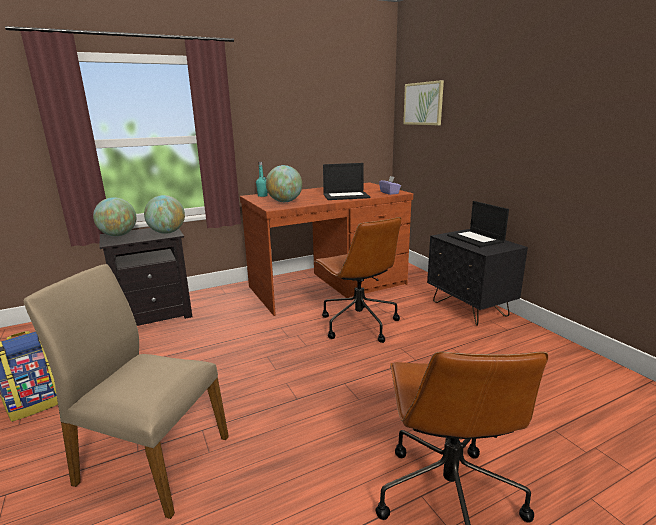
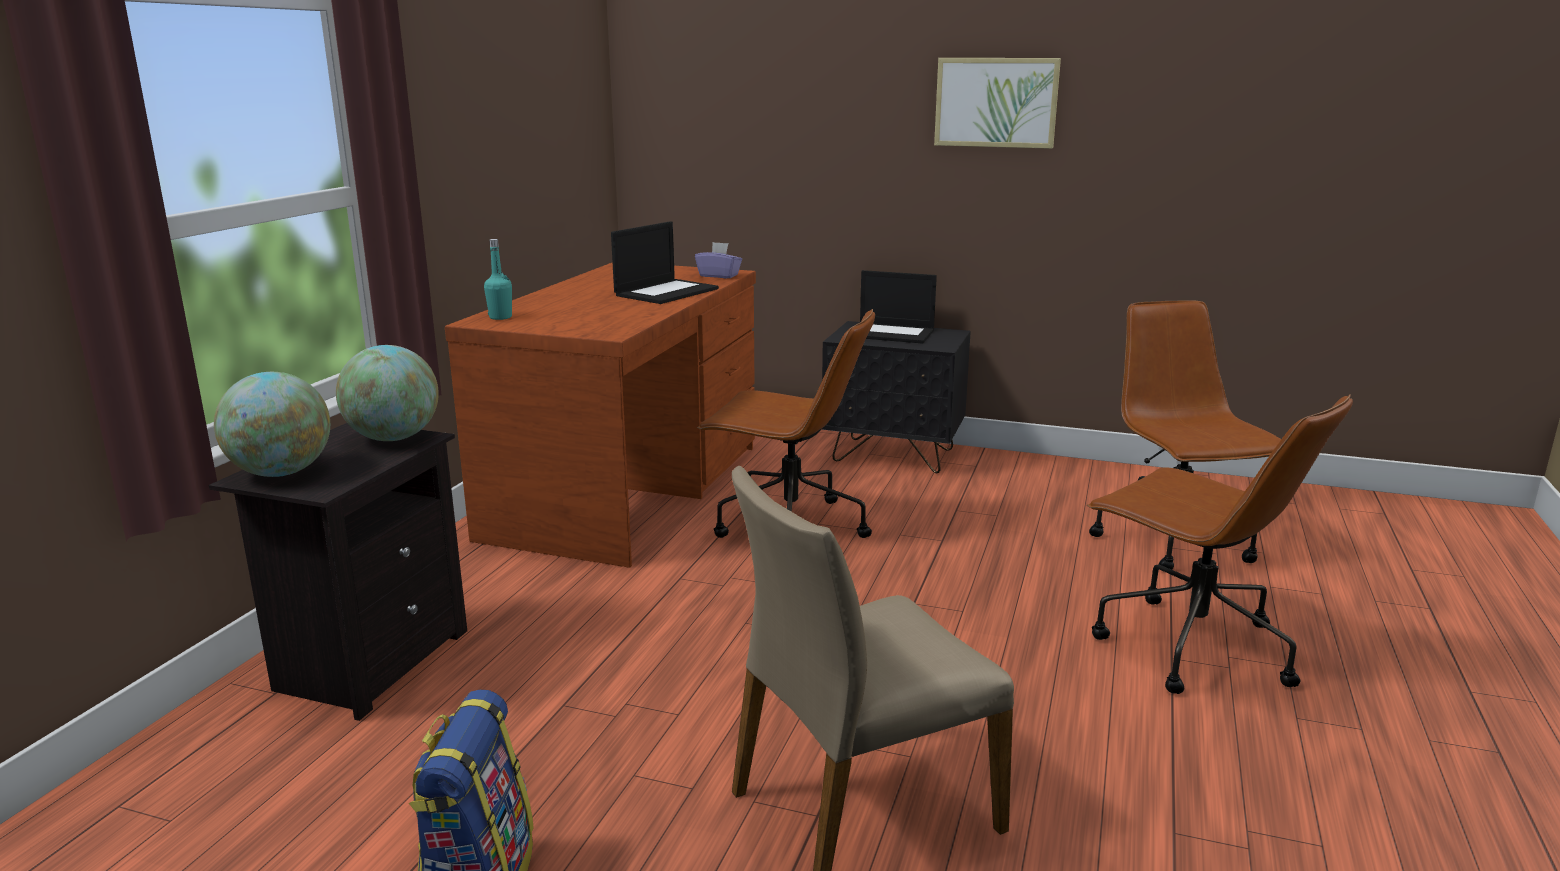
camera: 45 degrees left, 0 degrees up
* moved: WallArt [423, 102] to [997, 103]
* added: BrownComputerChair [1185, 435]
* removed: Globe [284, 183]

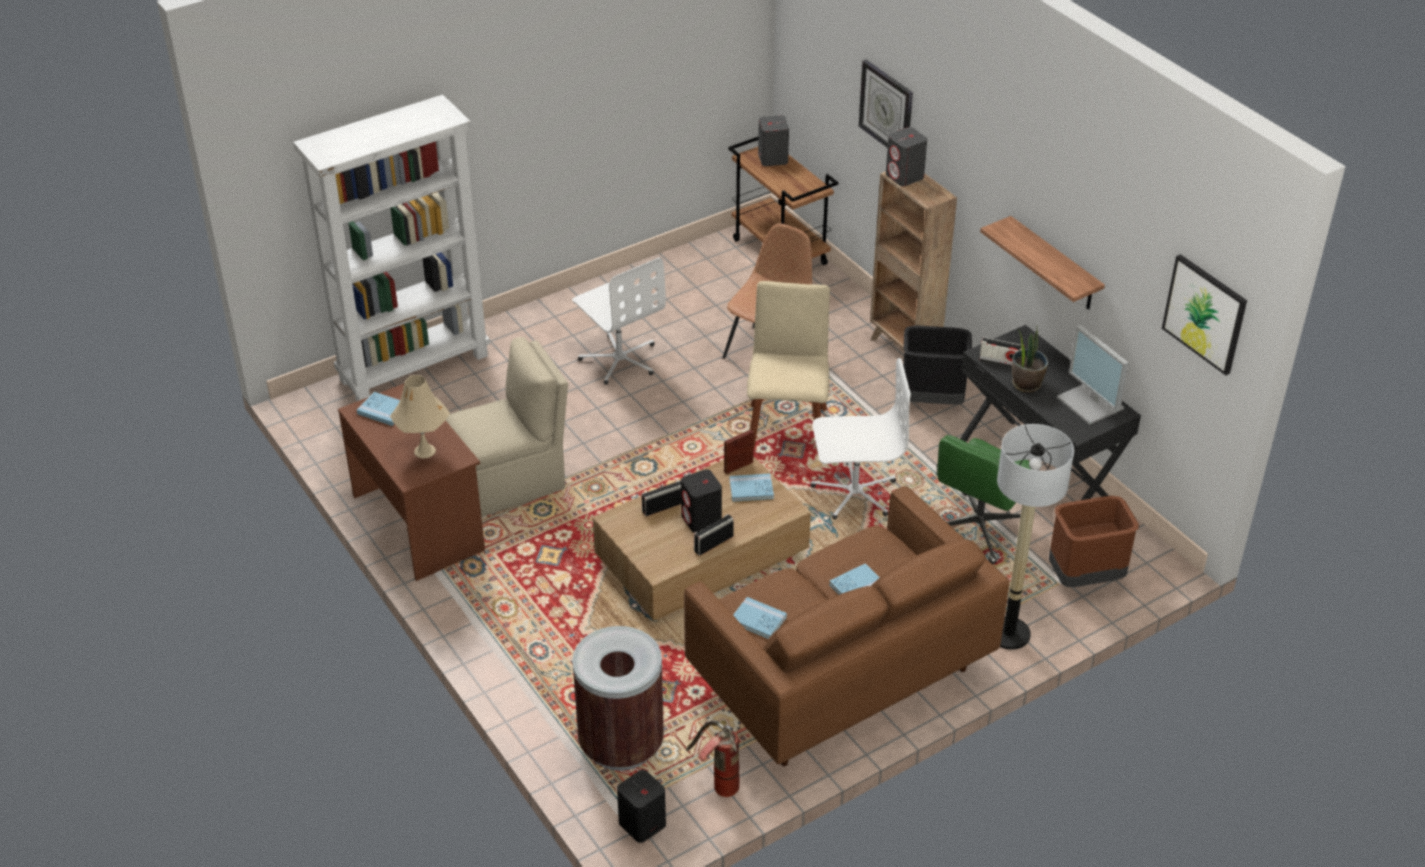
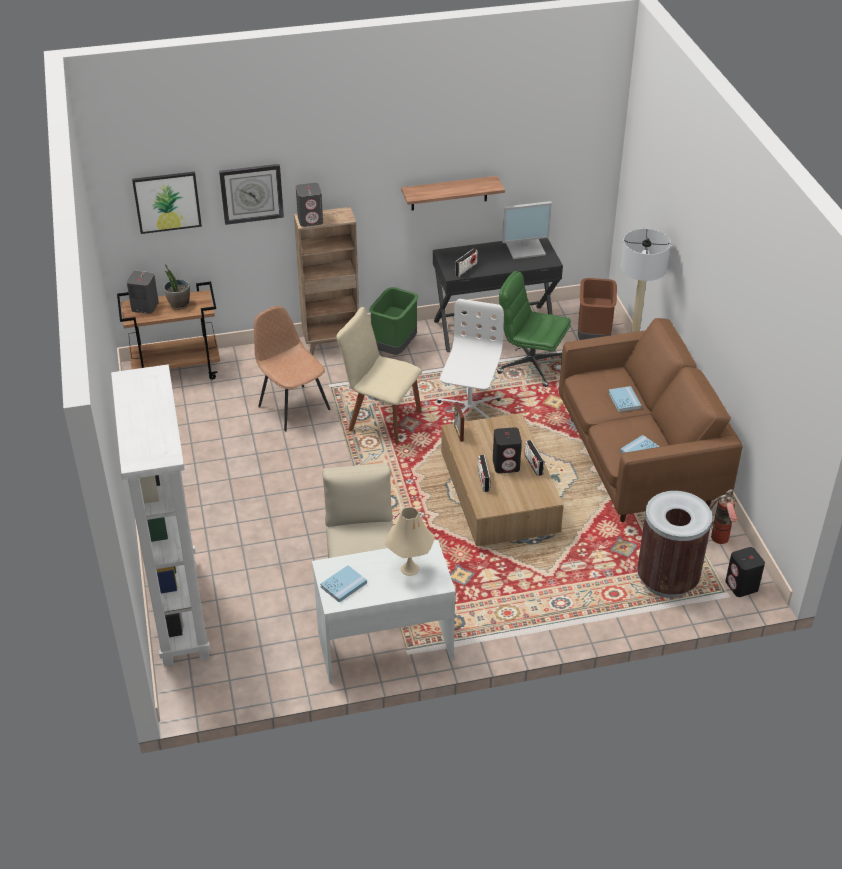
camera: 70 degrees left, 0 degrees up
* moved: WallArt [1204, 314] to [167, 203]
* moved: PlantInAPot [1030, 360] to [177, 287]
* recoloured: BrownDesk [411, 482] to WhiteColouredDesk [384, 611]
* recoloured: BlackTrashCan [937, 365] to GreenColouredTrashCan [393, 321]
* turned: GreenColouredComputerChair [984, 499] = [534, 329] 150 degrees clockwise
* removed: WhiteColouredComputerChair [619, 321]
* removed: BlueColouredBook [751, 488]

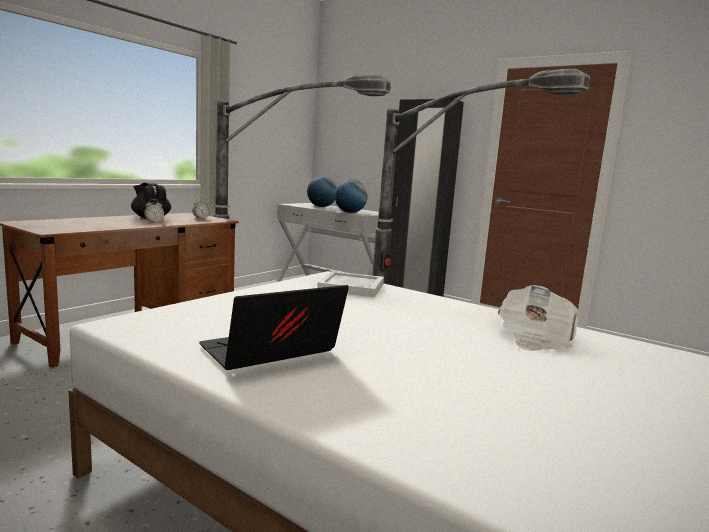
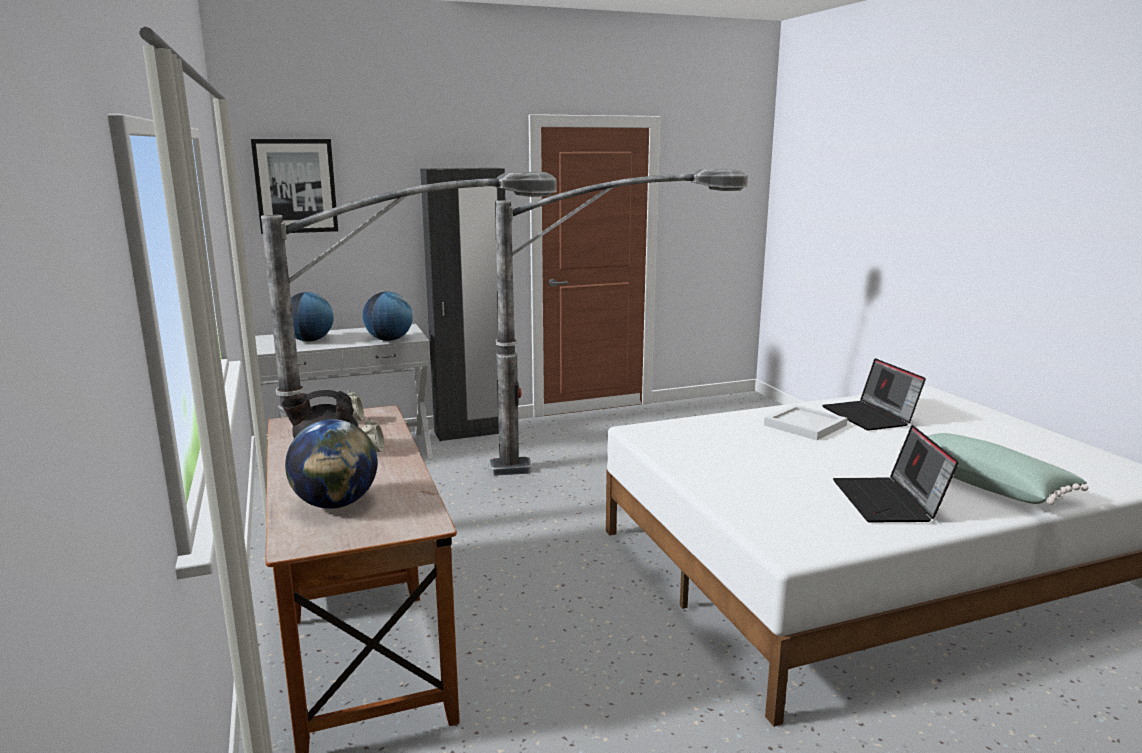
camera: 55 degrees left, 5 degrees up
* added: WallArt [294, 186]
* added: Globe [331, 464]
* moved: WhiteColouredTray [350, 284] to [805, 422]
* replaced: DailyPaper [539, 318] to NotebookComputer [874, 394]
* added: GreenColouredThrowPillow [994, 469]

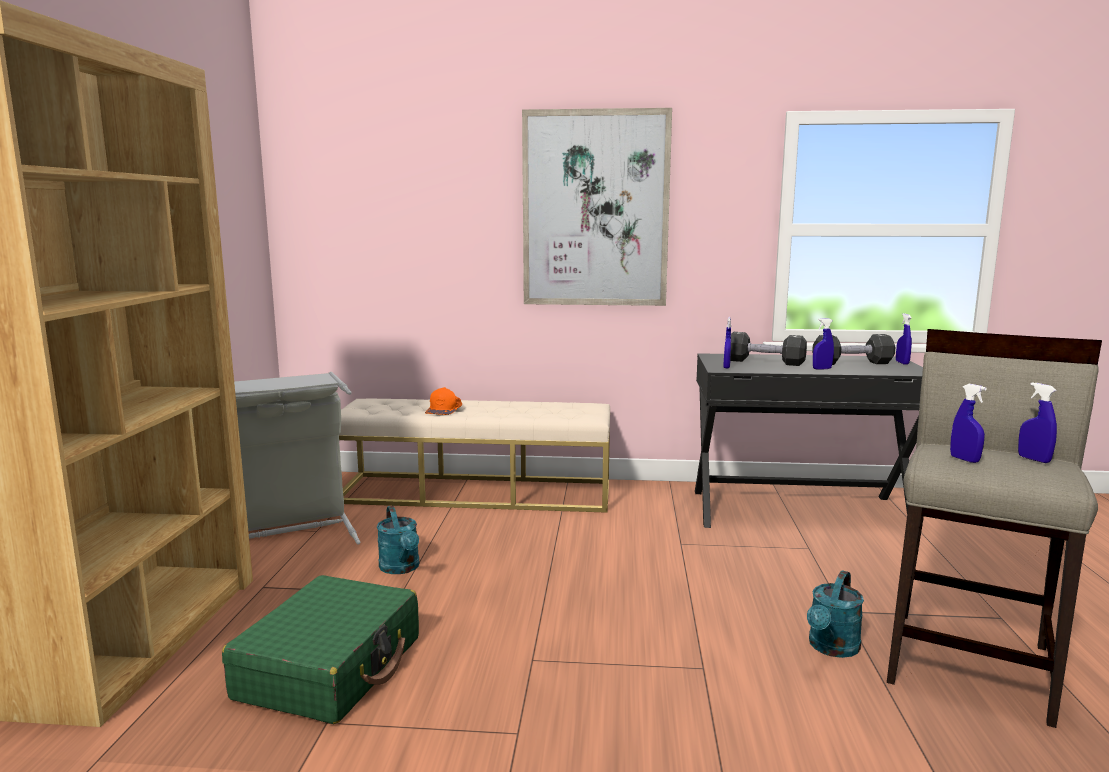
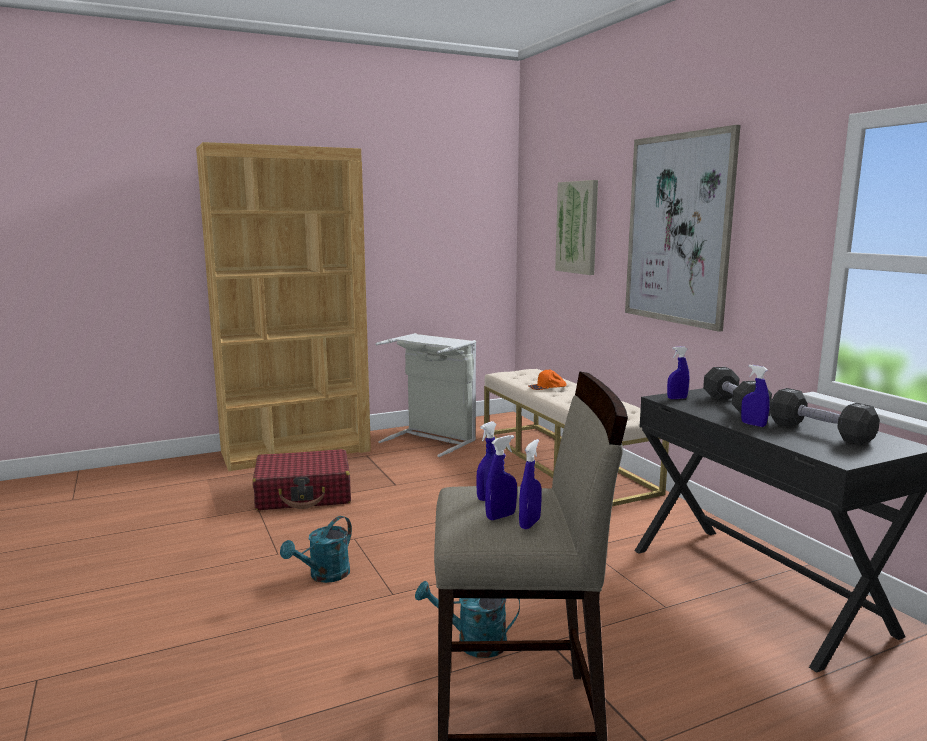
camera: 60 degrees right, 0 degrees up
* recoloured: GreenColouredPieceOfLuggage [320, 649] to ReddishPieceOfLuggage [302, 479]
* moved: TurquoiseColouredWateringPot [398, 540] to [316, 549]
* moved: BlueColouredSprayer [904, 339] to [501, 477]
* added: WallArt [576, 227]

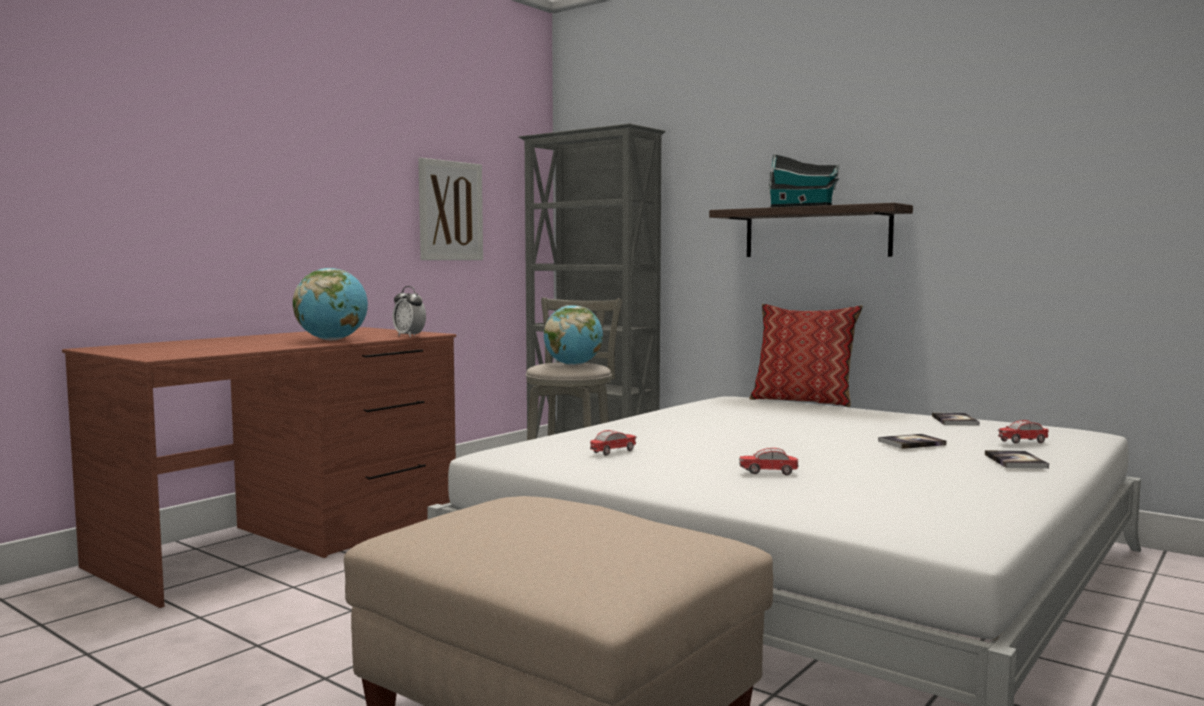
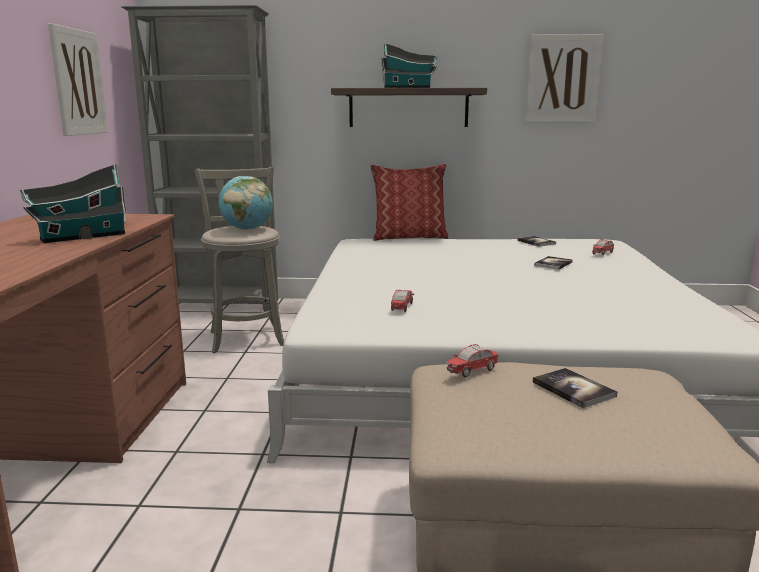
camera: 35 degrees left, 10 degrees up
* replaced: Globe [330, 304] to ToyHouse [73, 203]
* moved: ToyCar [768, 461] to [472, 360]
* added: WallArt [564, 78]
* moved: Book [1017, 459] to [575, 388]
* removed: BedsideClock [409, 311]

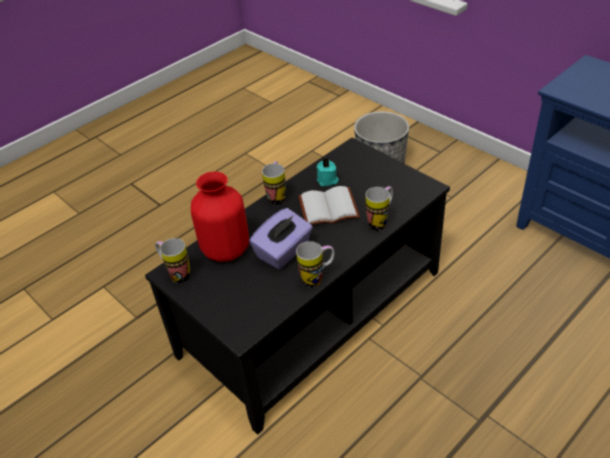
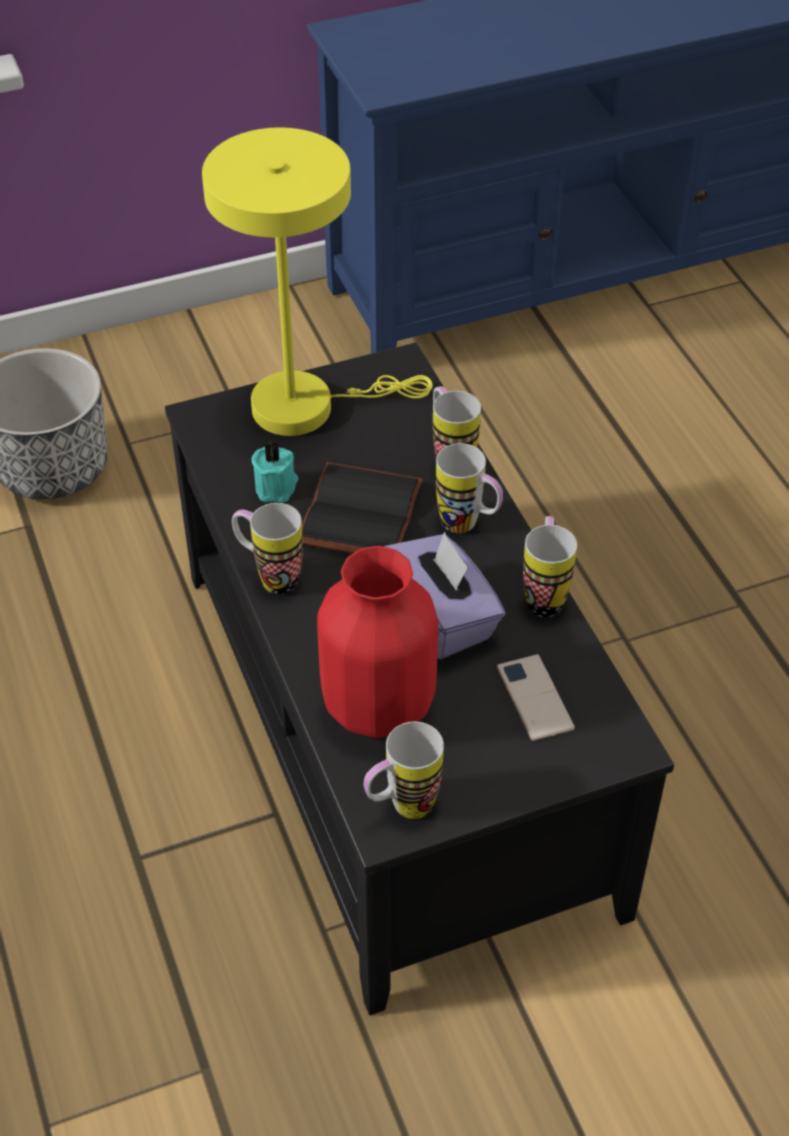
camera: 70 degrees left, 5 degrees up
* added: YellowColouredTabletopLamp [317, 281]
* recoloured: WhiteColouredBook [329, 205] to BlackBook [362, 508]
* added: Mug [469, 488]
* added: Handset [536, 697]

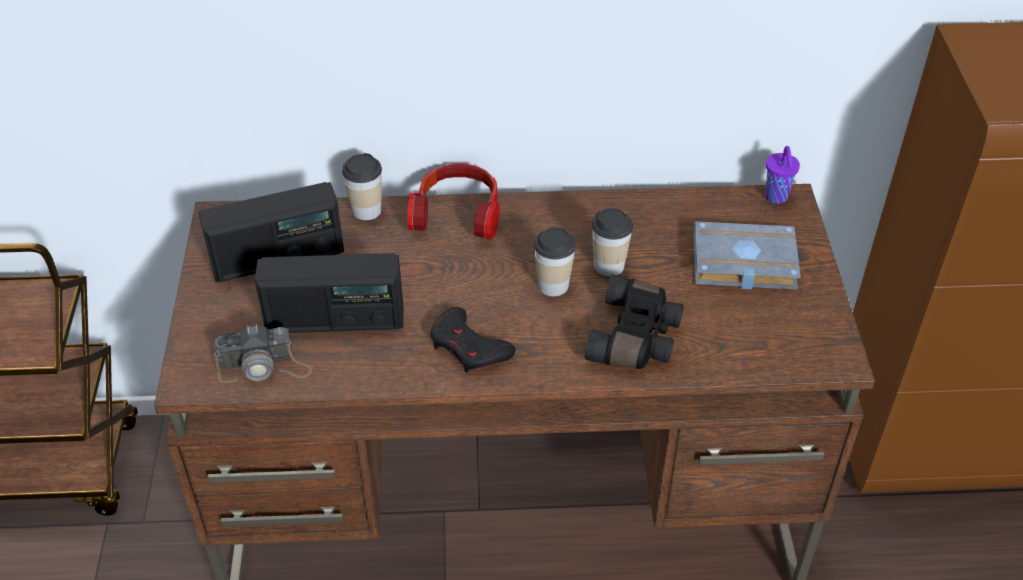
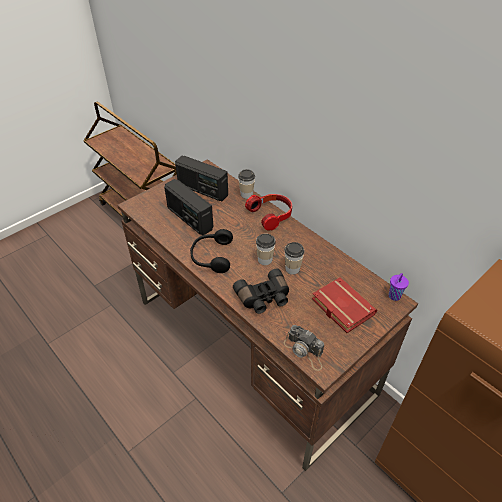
camera: 50 degrees right, 0 degrees up
* replaced: BlackGameController [472, 339] to BlackHeadphones [211, 251]
* moved: PhotoCamera [263, 353] to [304, 348]
* recoloured: GrayBook [747, 255] to ReddishBook [344, 305]

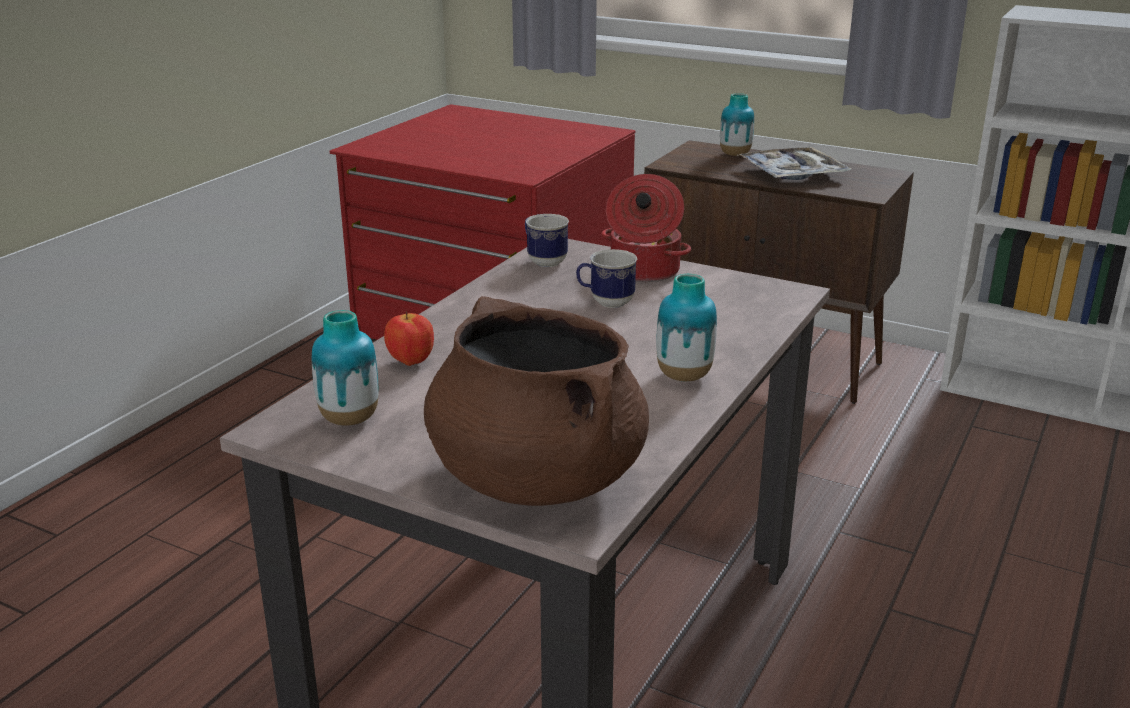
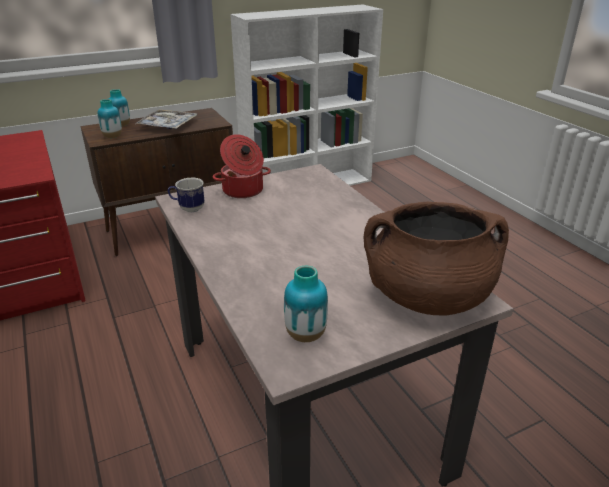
camera: 55 degrees left, 5 degrees up
* moved: Vase [686, 327] to [110, 118]
* removed: WholeApple [409, 338]
* removed: Mug [606, 278]

